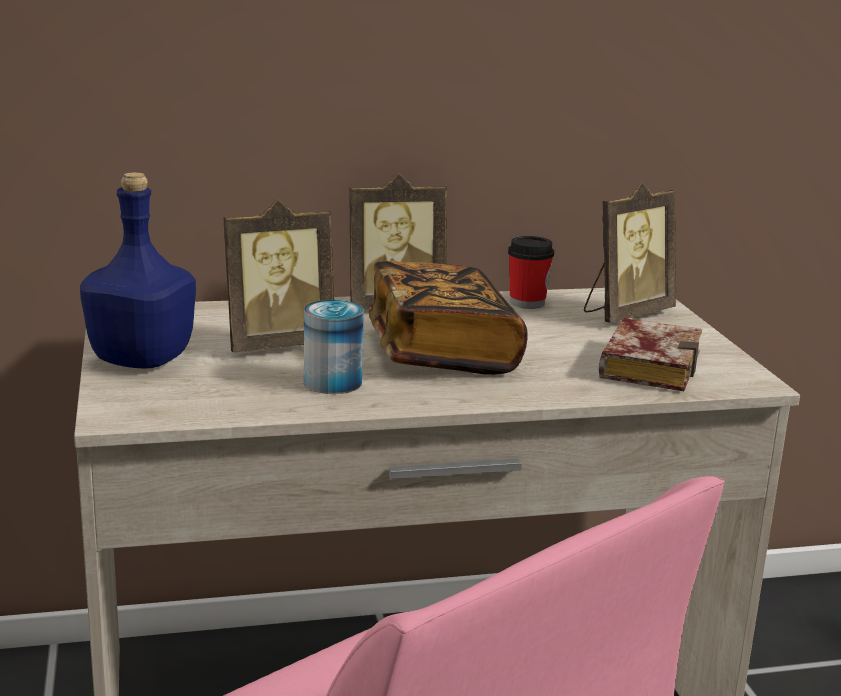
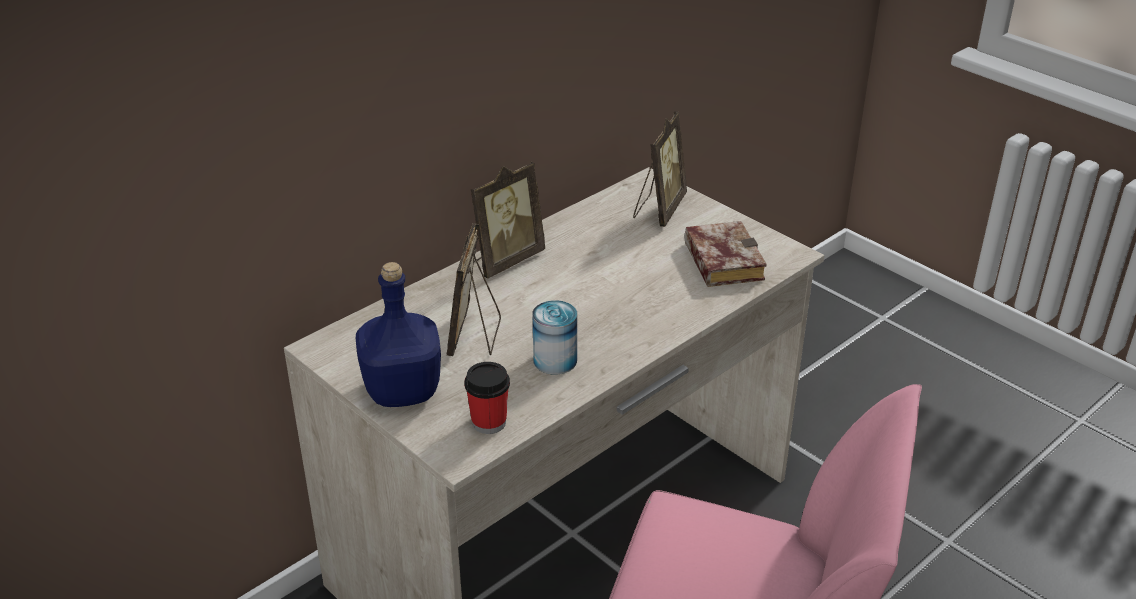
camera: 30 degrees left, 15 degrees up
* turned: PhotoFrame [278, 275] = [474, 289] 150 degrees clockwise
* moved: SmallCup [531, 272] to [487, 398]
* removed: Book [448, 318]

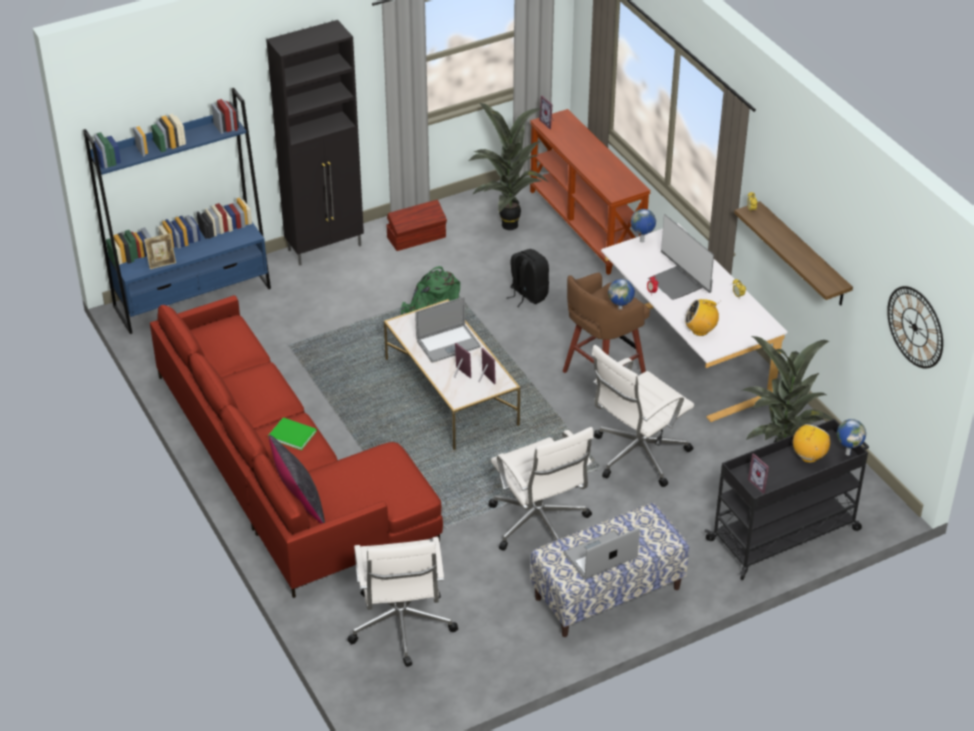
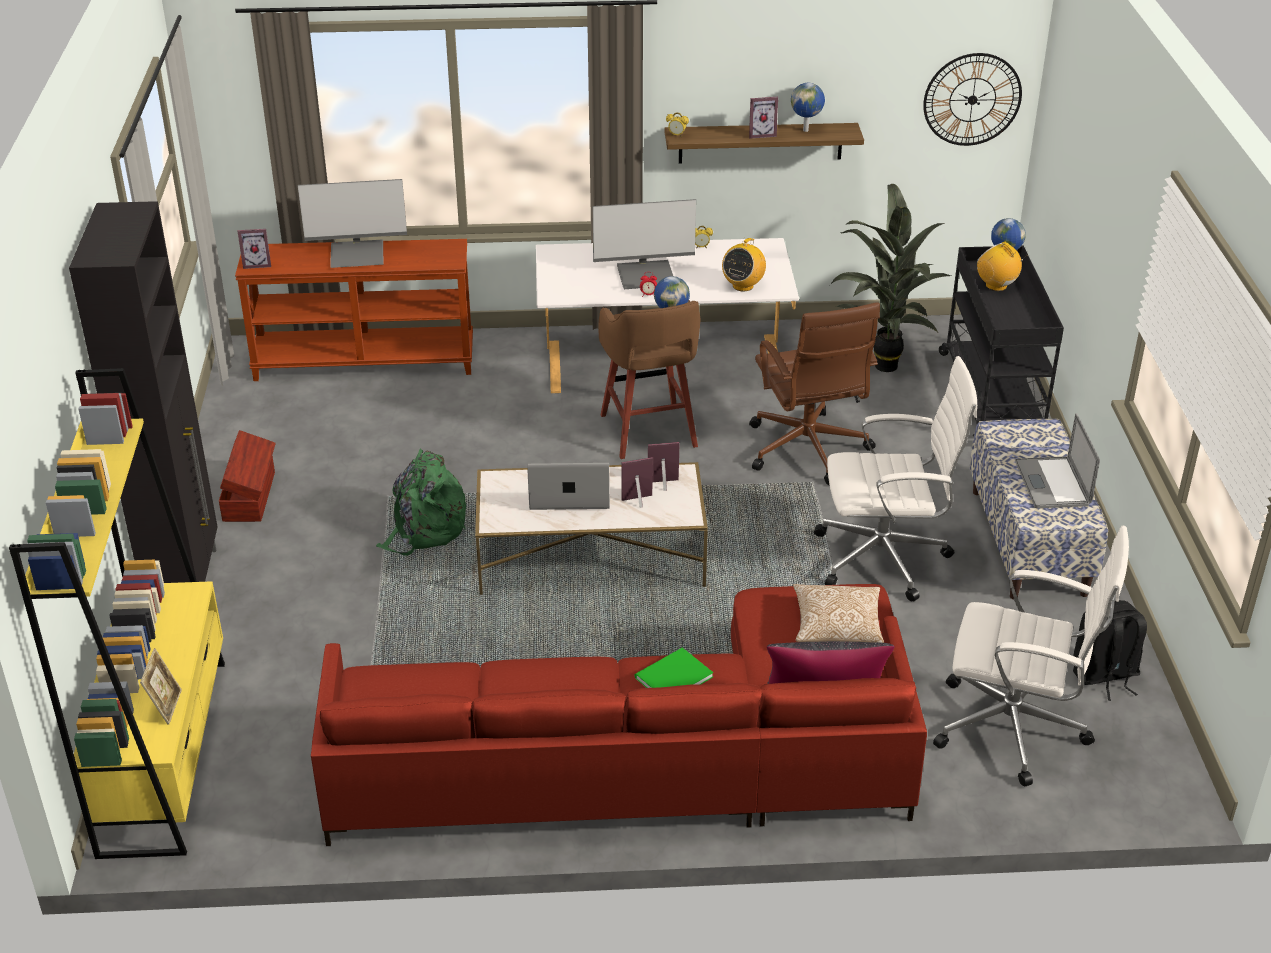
camera: 65 degrees left, 5 degrees down
* recoloured: BlueColouredBookcase [177, 211] to YellowColouredBookcase [117, 613]
* added: ComputerScreen [352, 223]
* turned: NotebookComputer [448, 330] = [568, 486] 90 degrees counterclockwise
* moved: PhotoFrame [758, 473] to [763, 118]
* recoloured: WhiteColouredComputerChair [643, 416] to BrownComputerChair [814, 393]
* moved: Globe [643, 226] to [808, 107]
* added: ThrowPillow [838, 613]
* moved: BlackBackpack [527, 278] to [1110, 650]
* removed: PlantInAPot [508, 166]

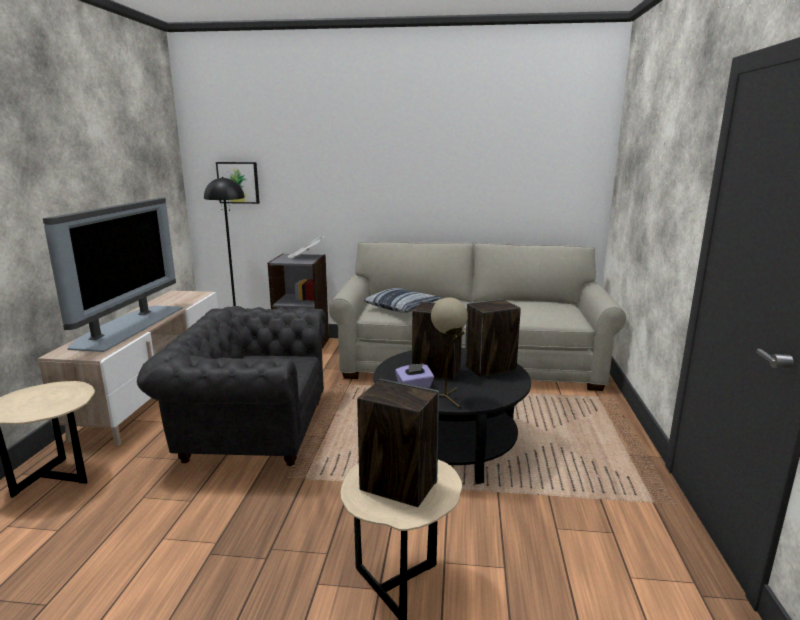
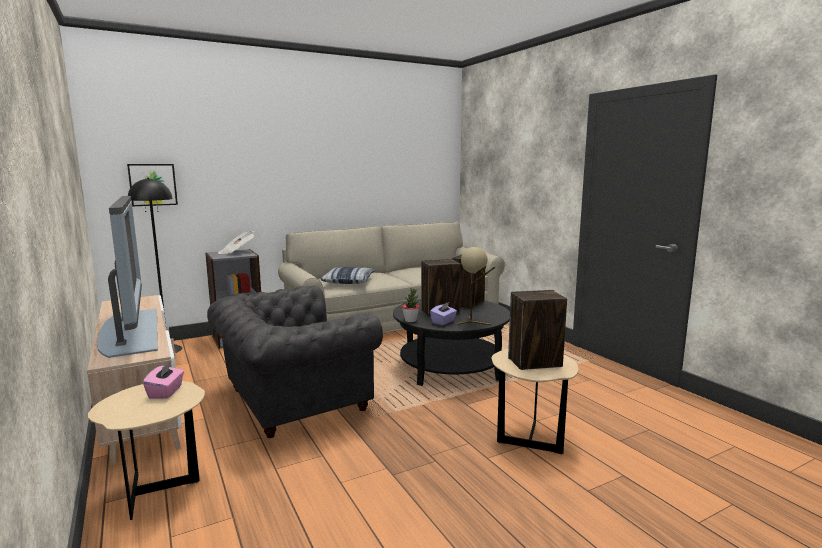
camera: 35 degrees left, 5 degrees down
* added: PinkBoxOfTissues [163, 380]
* added: PlantInAPot [410, 305]

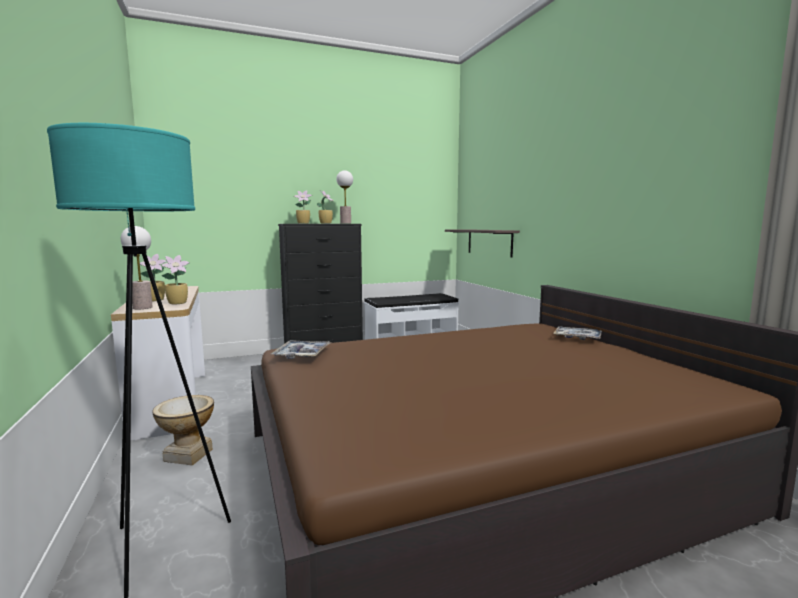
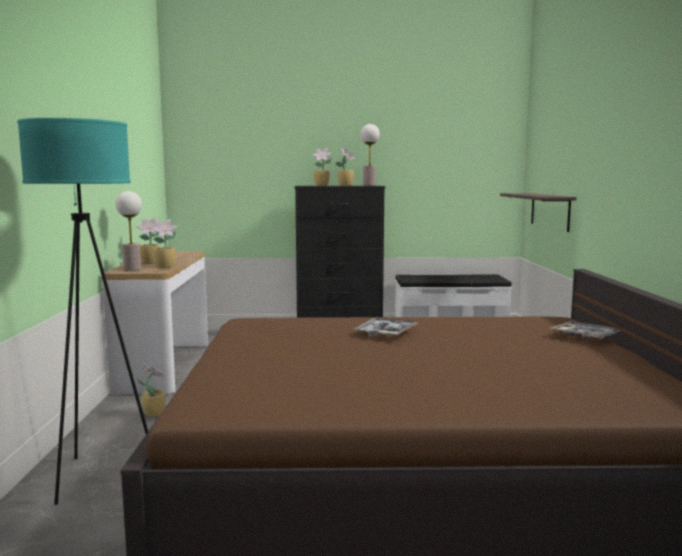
camera: 20 degrees right, 0 degrees up
* replaced: Vase [183, 430] to PlantInAPot [151, 390]
* moved: Tray [301, 349] to [386, 326]

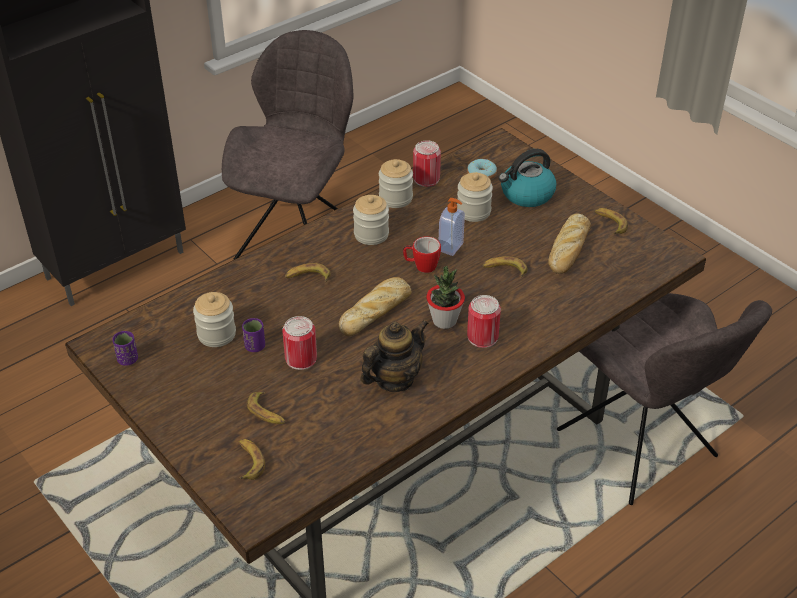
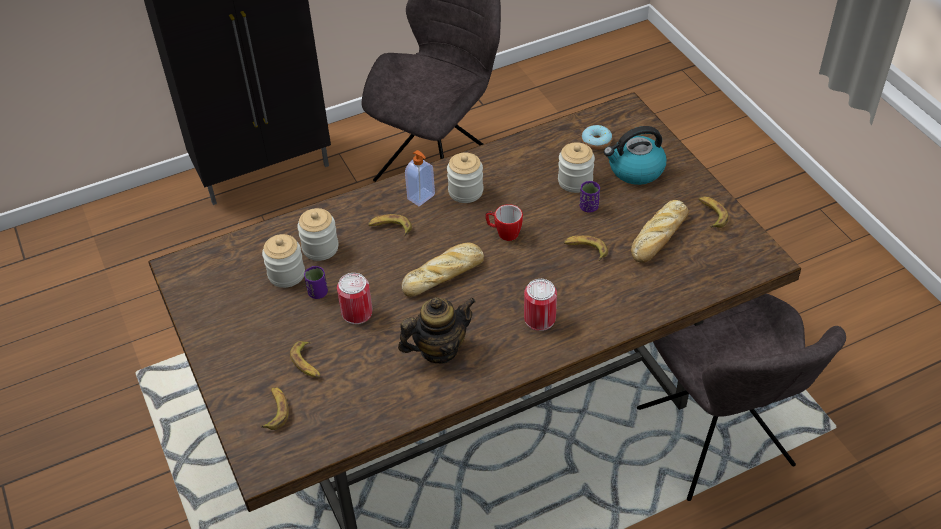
camera: 15 degrees right, 5 degrees up
* moved: Jar [396, 183] to [318, 234]
* moved: LiquidSoapBottle [452, 227] to [420, 178]
* moved: PurplishSmallCup [125, 348] to [590, 197]
* removed: MetalCan [427, 163]
* removed: PlantInAPot [445, 297]

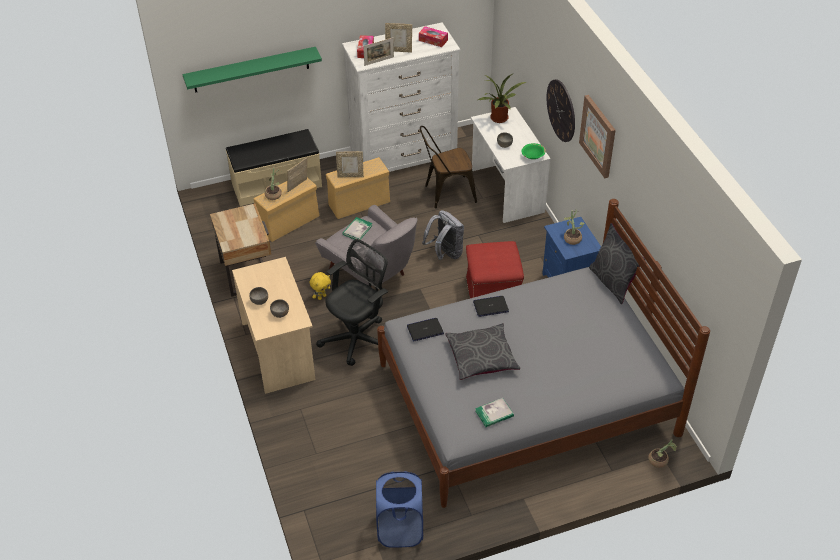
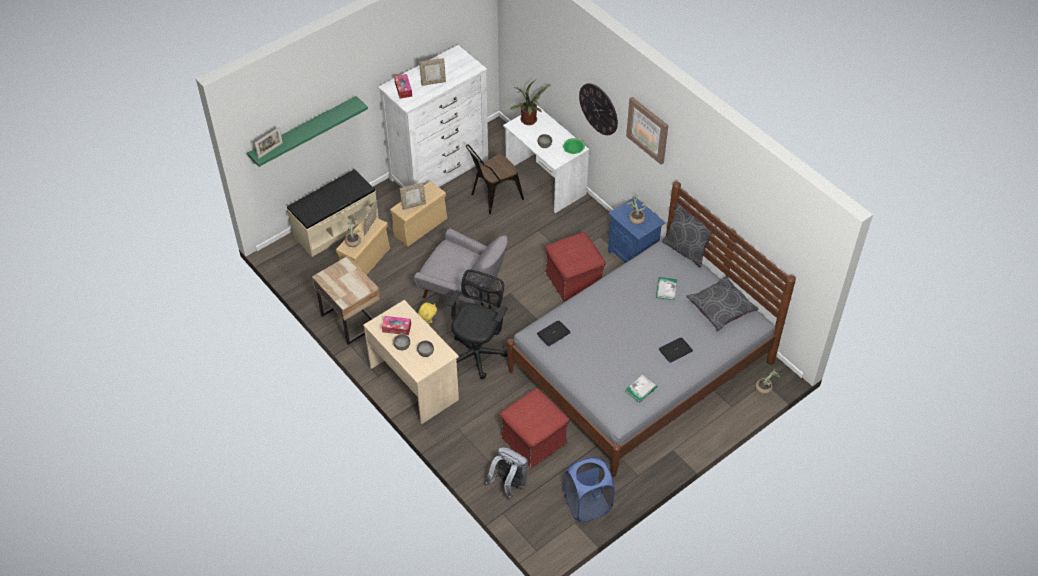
camera: 20 degrees left, 5 degrees up
* moved: PhotoFrame [378, 51] to [269, 143]
* moved: BoxOfTissues [433, 36] to [396, 325]
* moved: GrayBackpack [443, 235] to [507, 473]
* added: ReddishFootrest [534, 428]
* moved: Book [357, 228] to [666, 288]
* moved: NotebookComputer [491, 306] to [676, 350]
* moved: GrayThrowPillow [482, 351] to [722, 303]

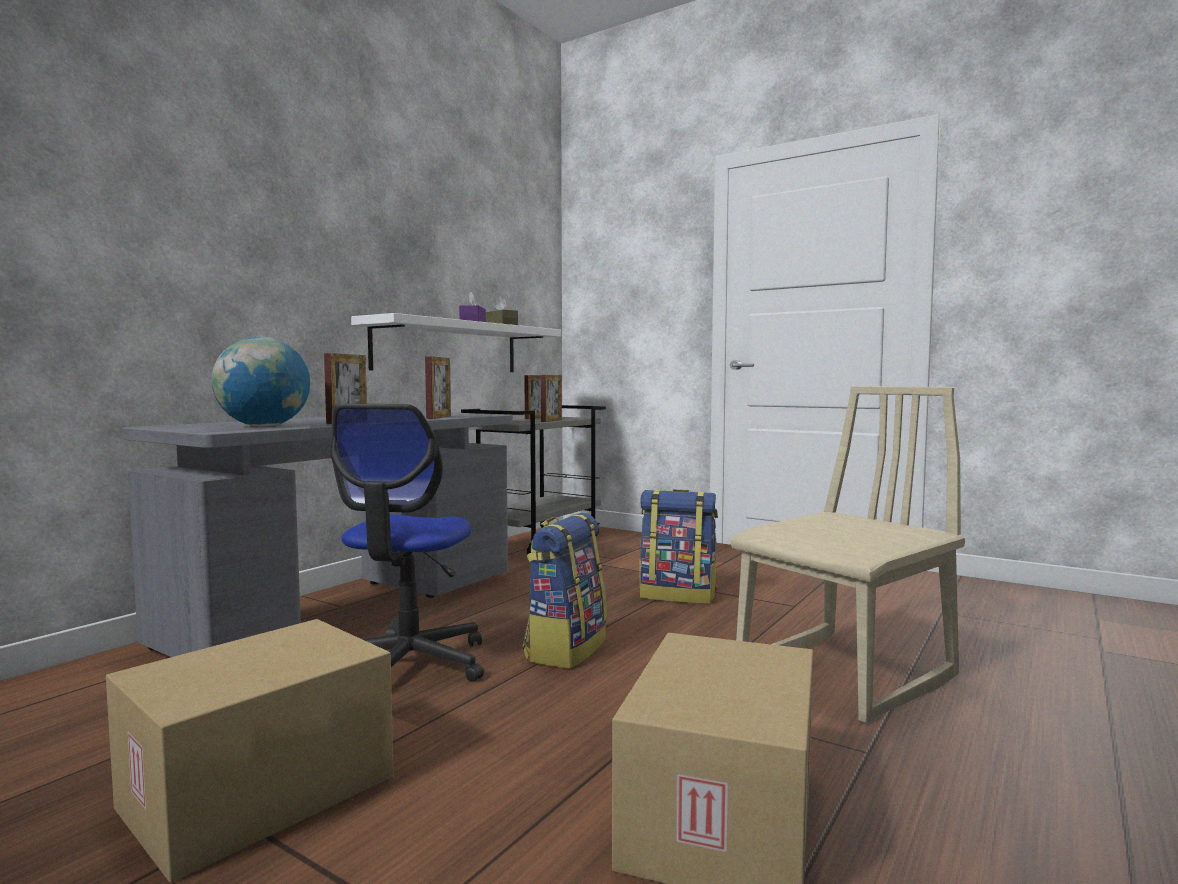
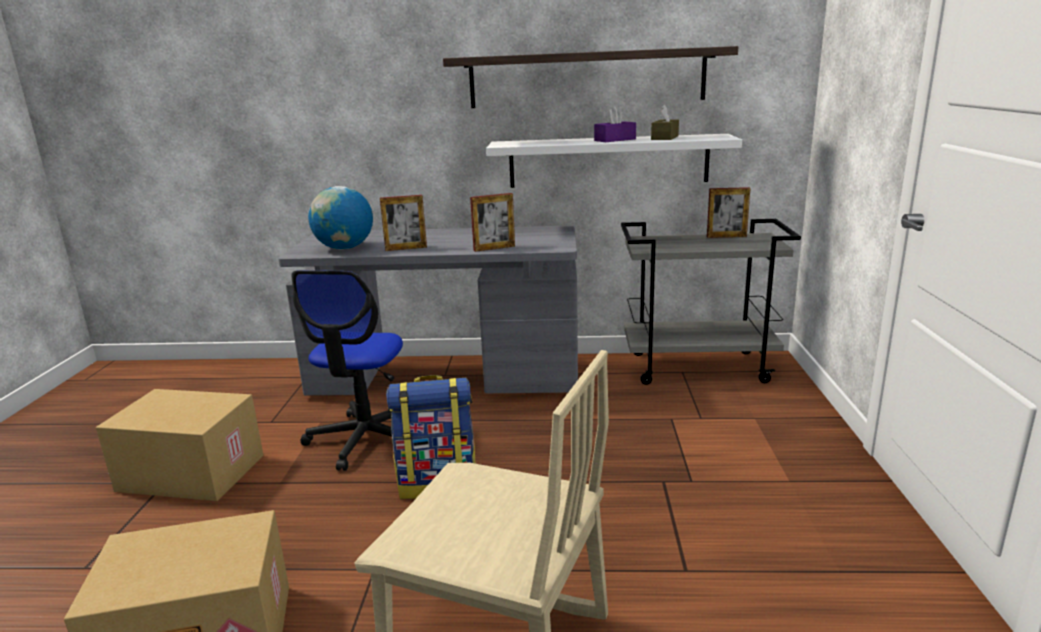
camera: 60 degrees right, 15 degrees up
* turned: ComputerChair [407, 543] = [347, 370] 60 degrees counterclockwise
* added: Shelf [590, 77]
* removed: PhotoFrame [551, 398]
* removed: Backpack [678, 546]

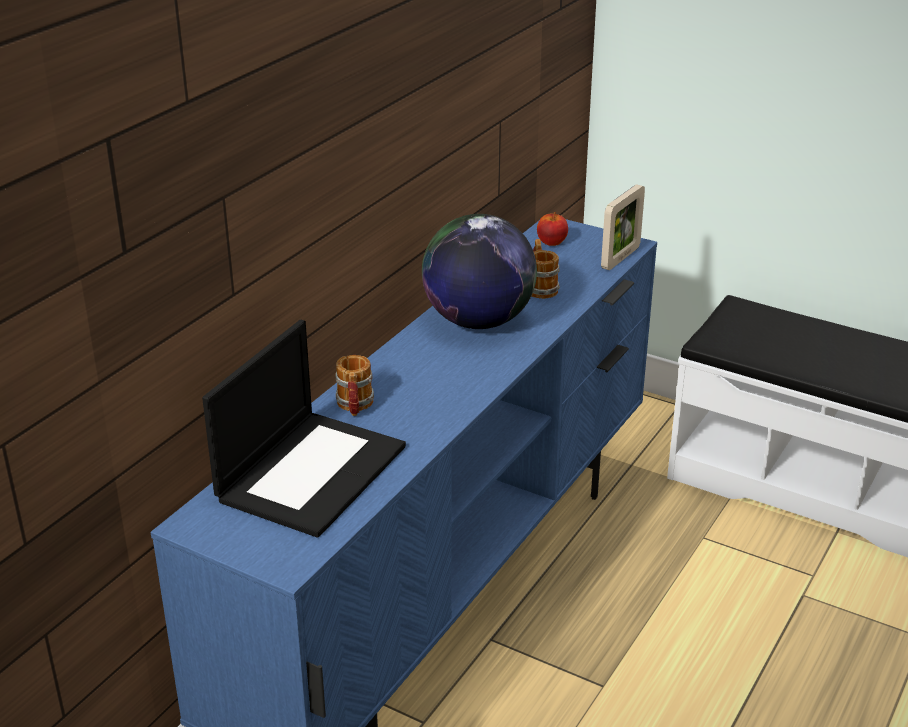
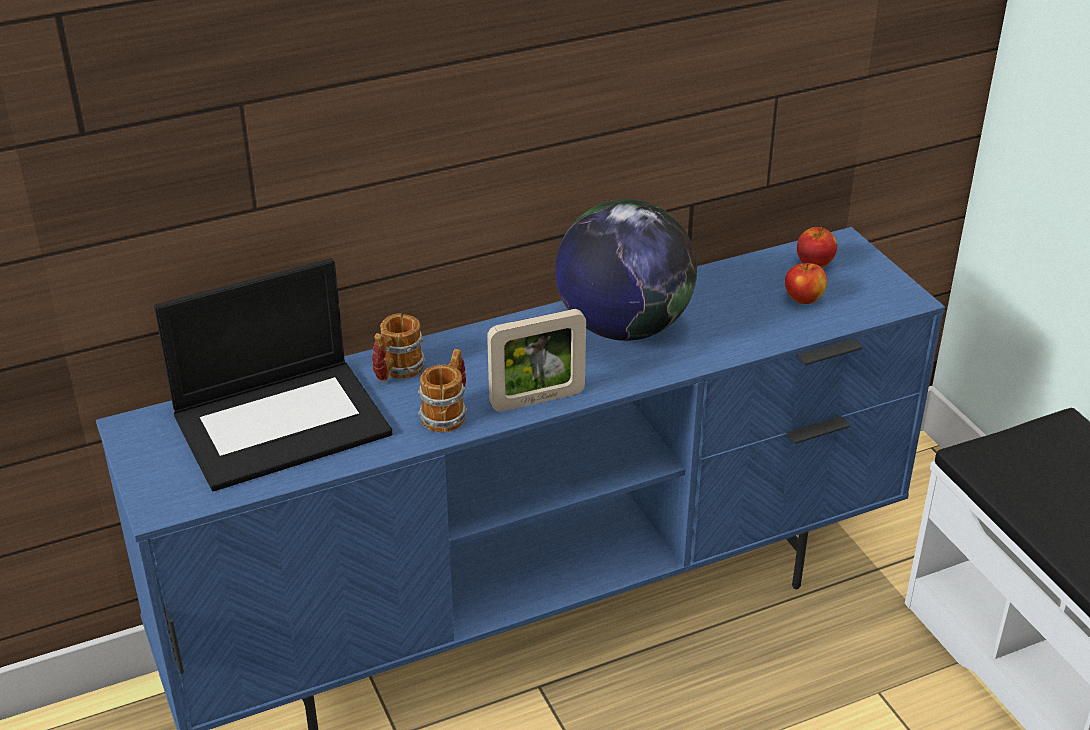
camera: 35 degrees right, 5 degrees up
* moved: Mug [545, 269] to [442, 390]
* moved: PhotoFrame [623, 227] to [536, 360]
* added: WholeApple [806, 283]

